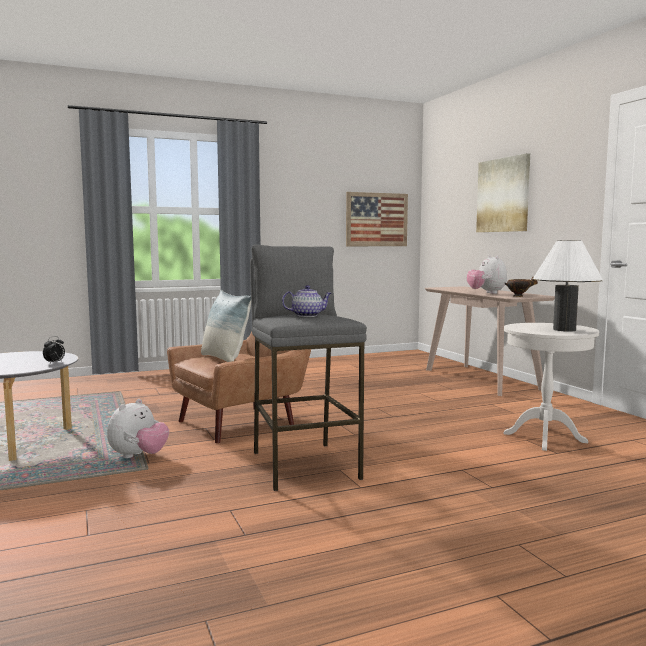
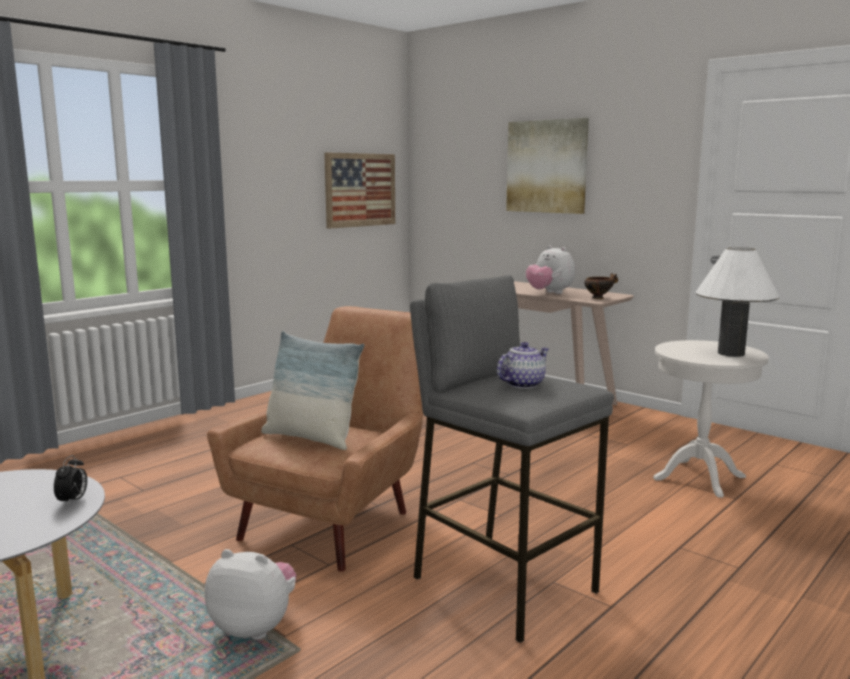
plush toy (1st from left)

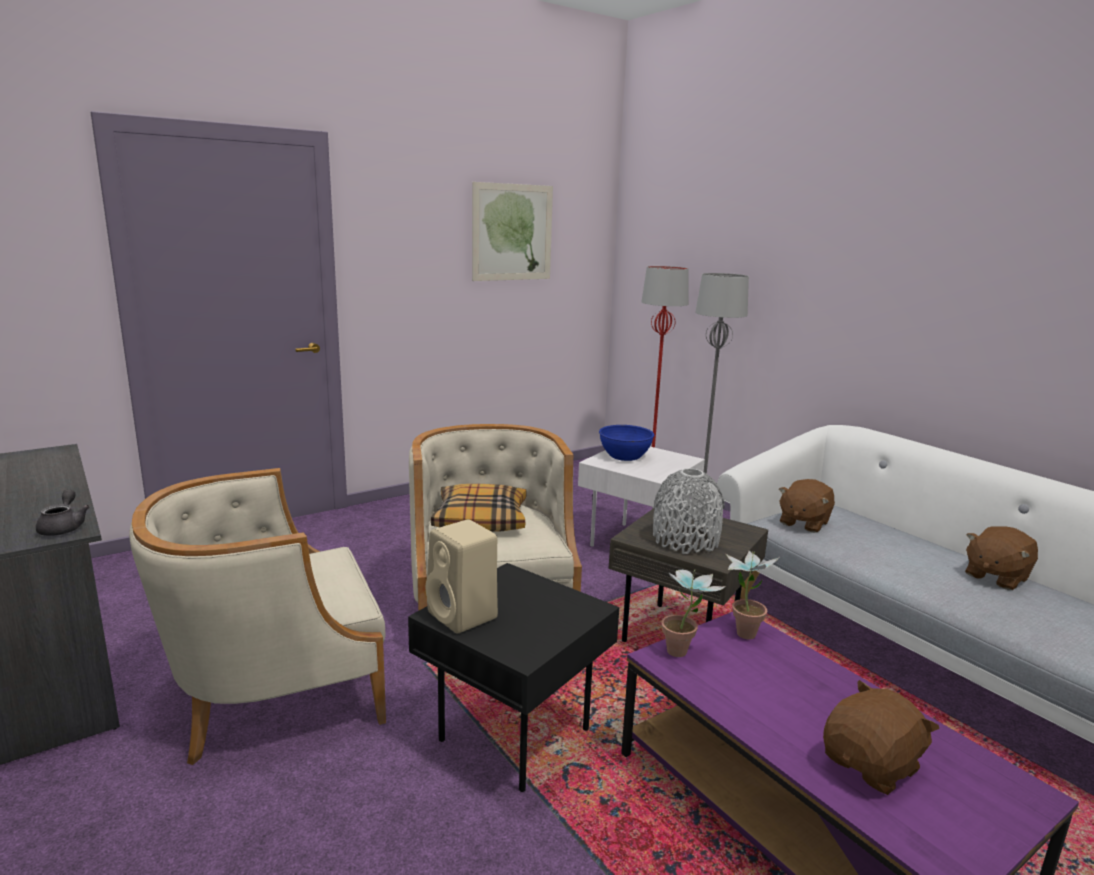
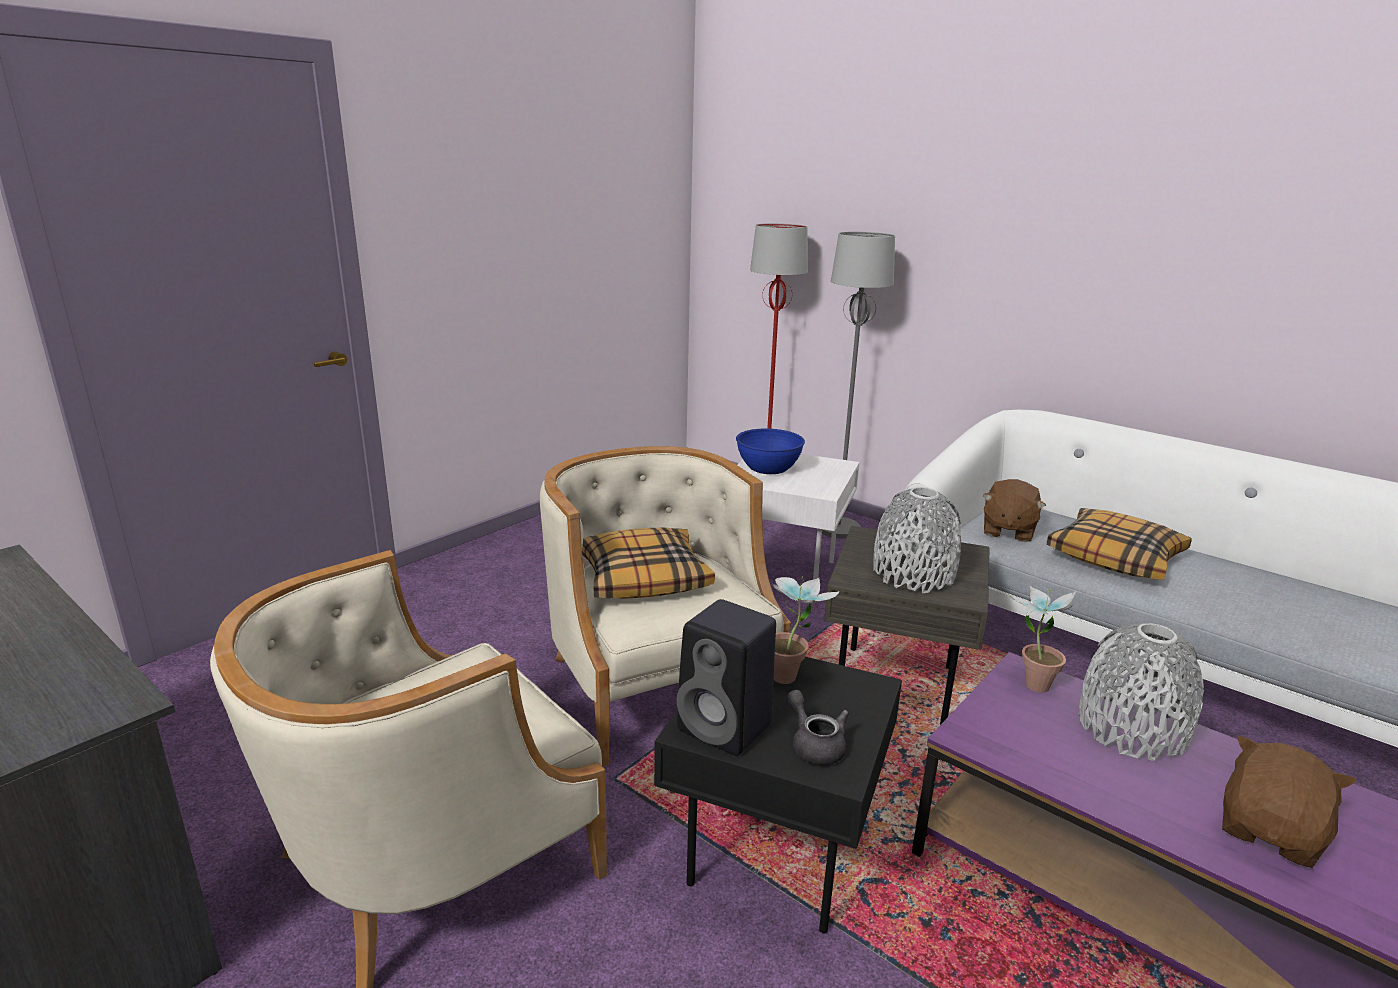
picture; teapot in grey; speaker in black; plush toy in brown (3rd from left in the first image); potted plant (1st from left); pillow (2nd from left); vase in grey (2nd from left)

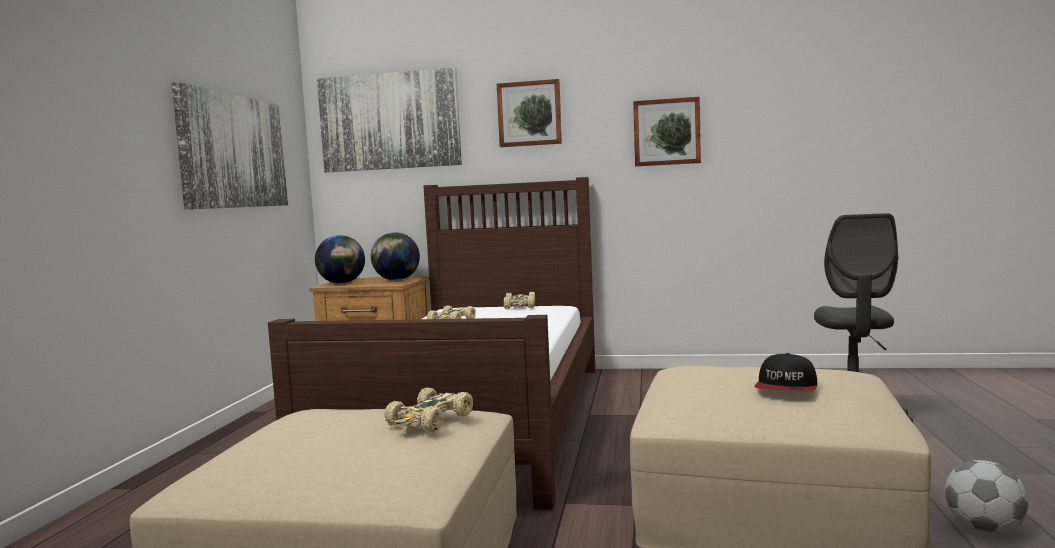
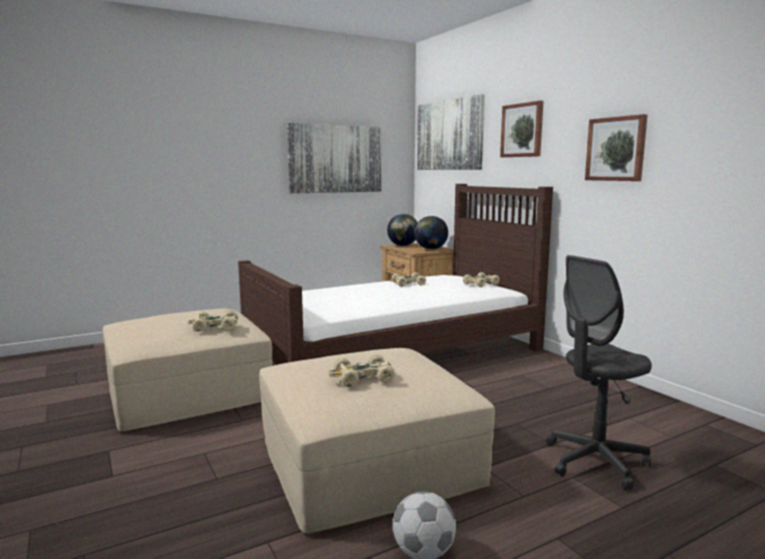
toy car in beige (2nd from left)

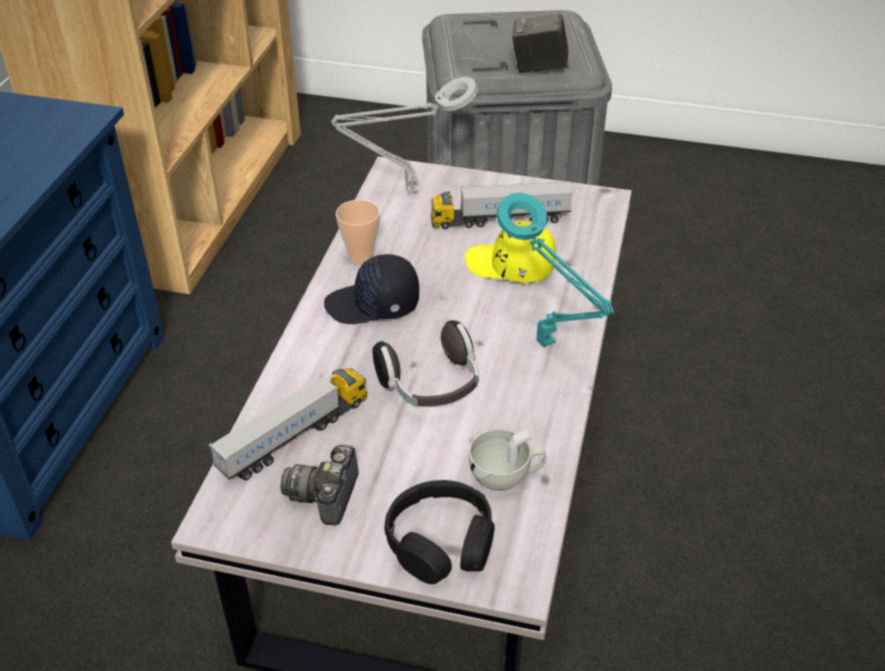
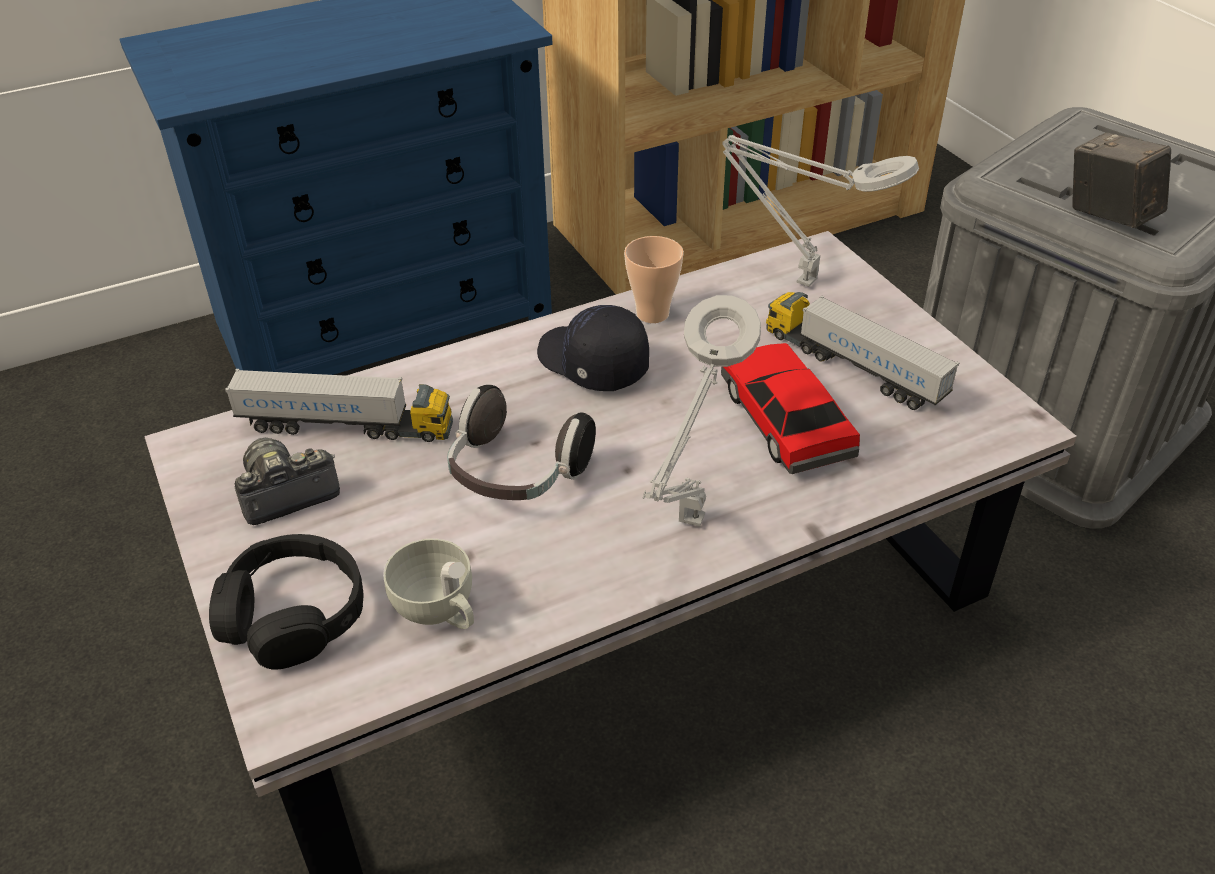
table lamp in grey (1st from left); toy car

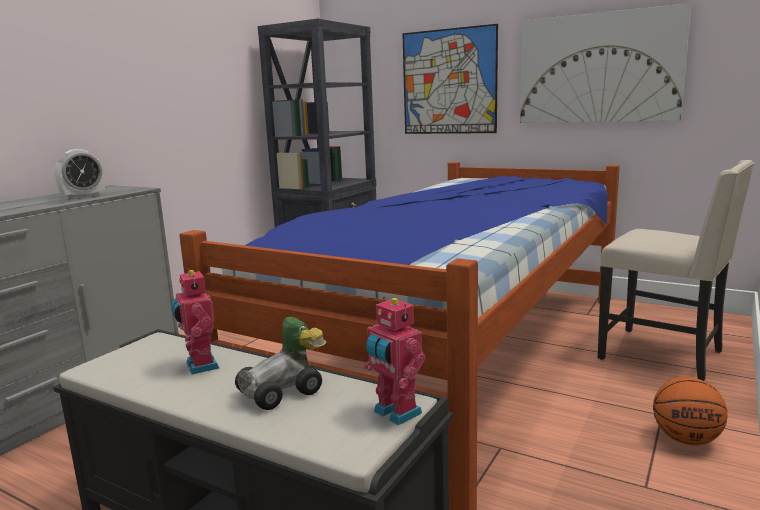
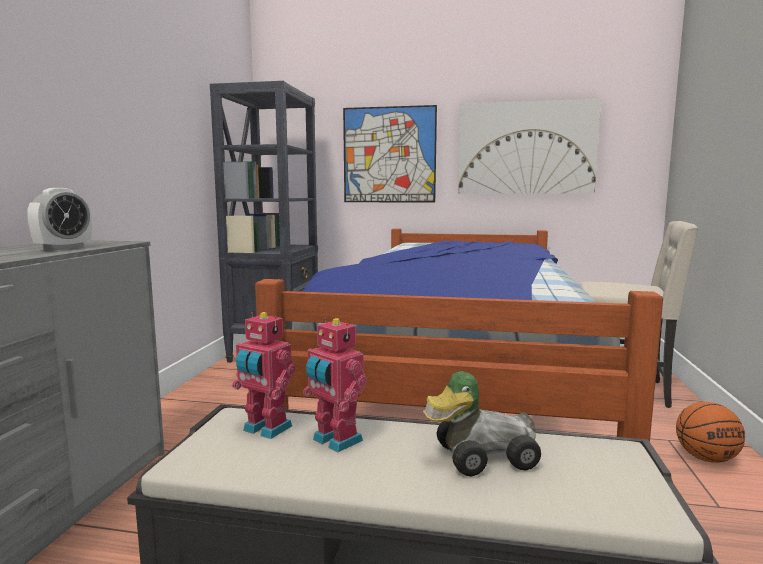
toy robot (1st from left); toy car

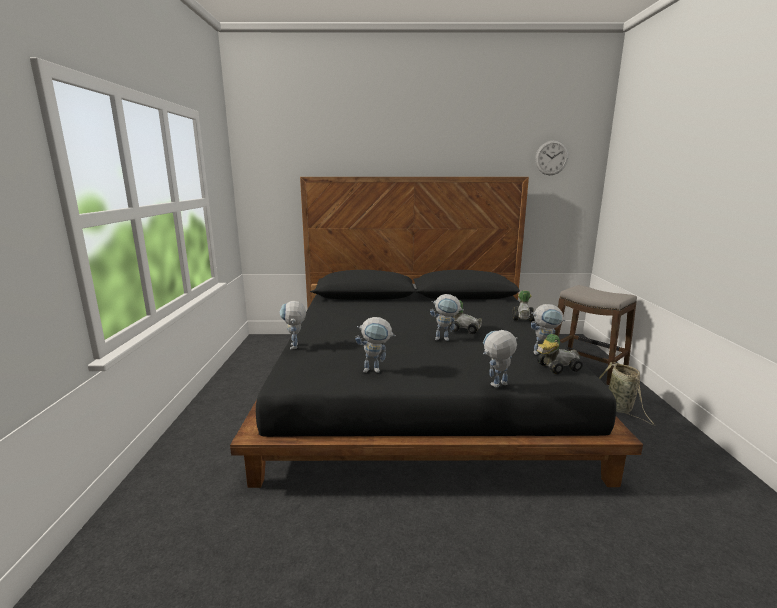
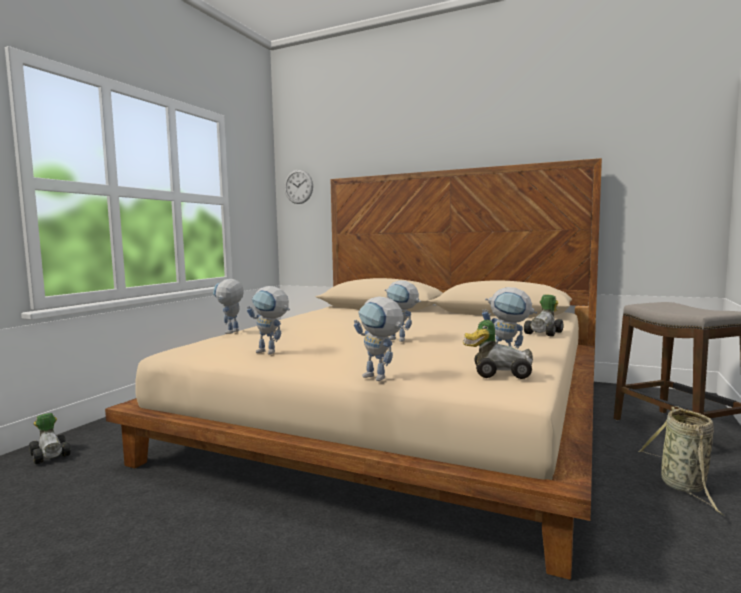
wall clock; bed in beige; toy car (1st from left); toy robot (3rd from left)

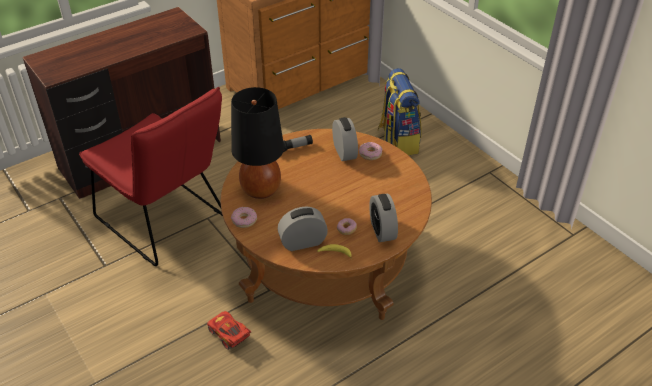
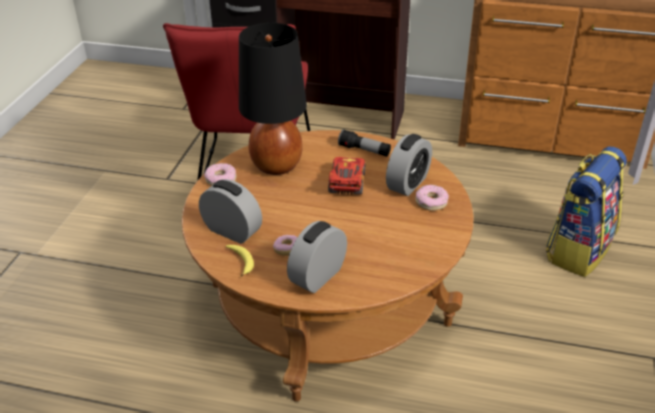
toy car in red

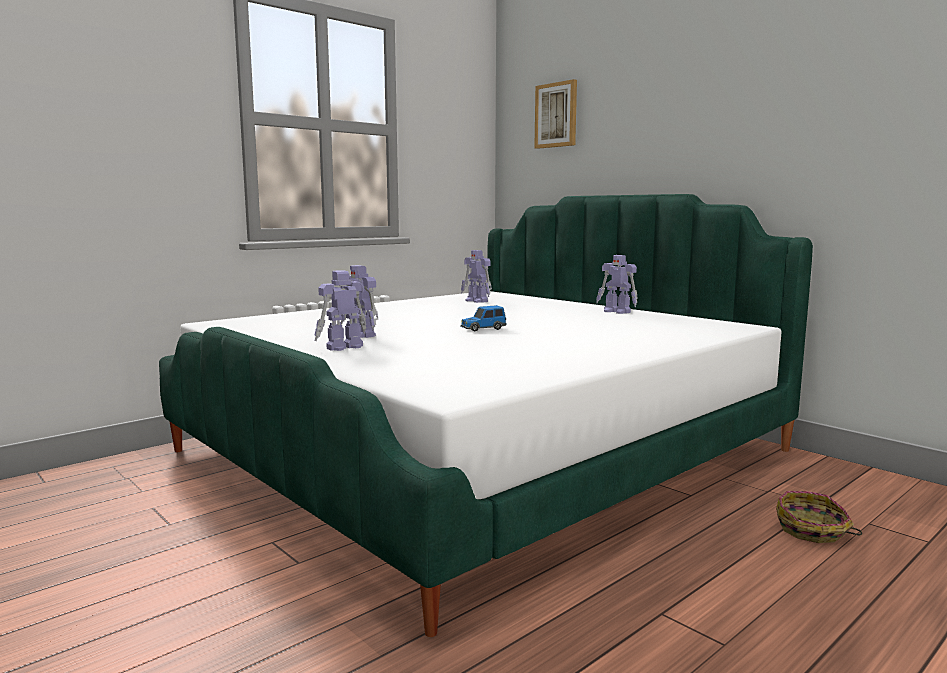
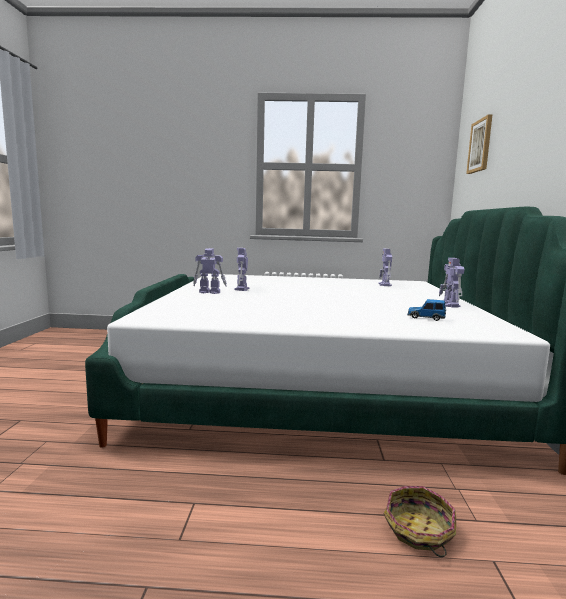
toy car

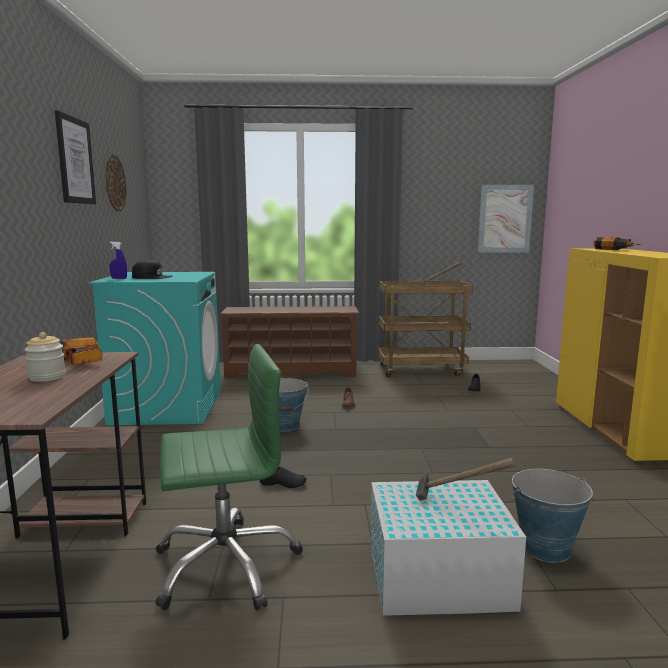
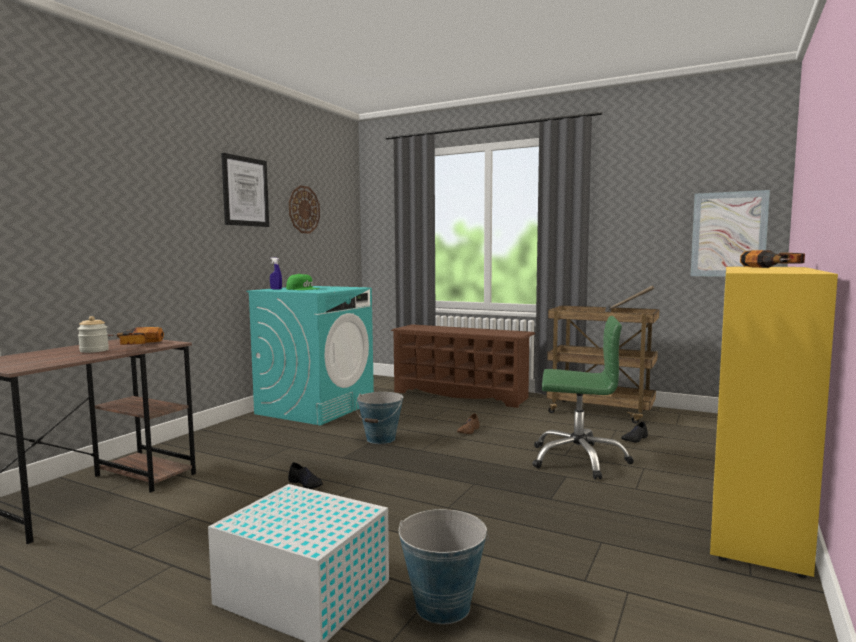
cap in green; office chair in green; hammer (2nd from left in the first image)

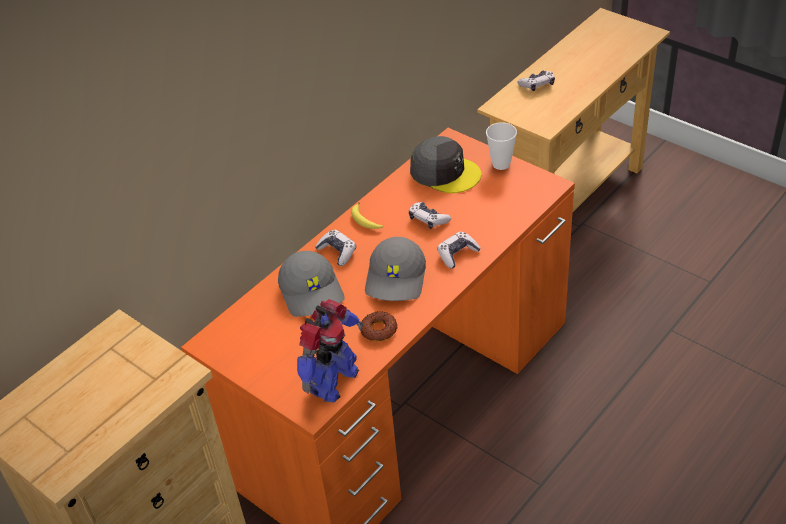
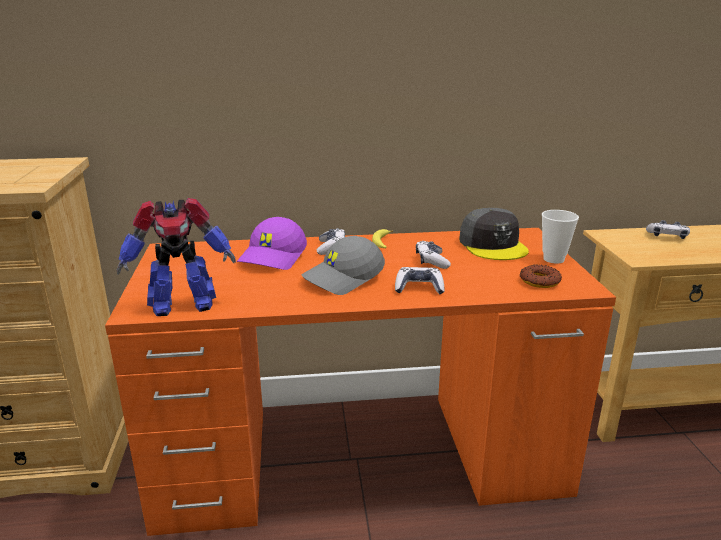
cap in purple; donut

